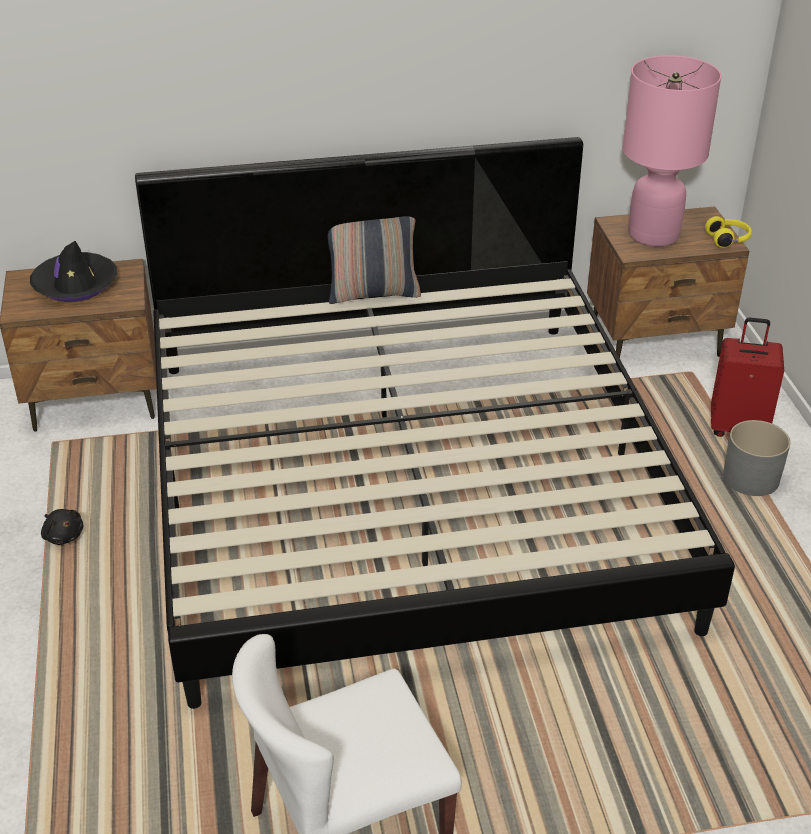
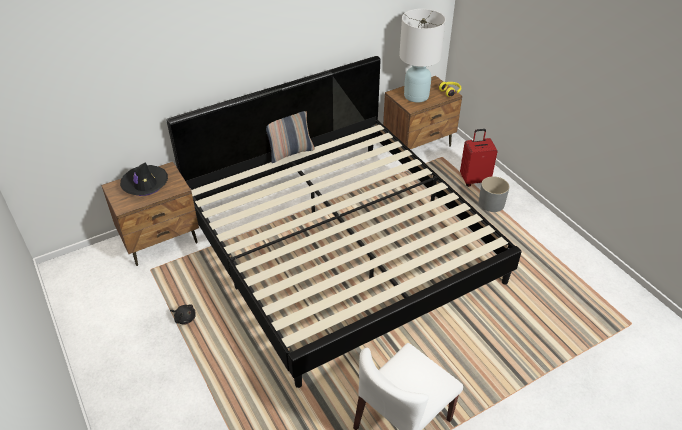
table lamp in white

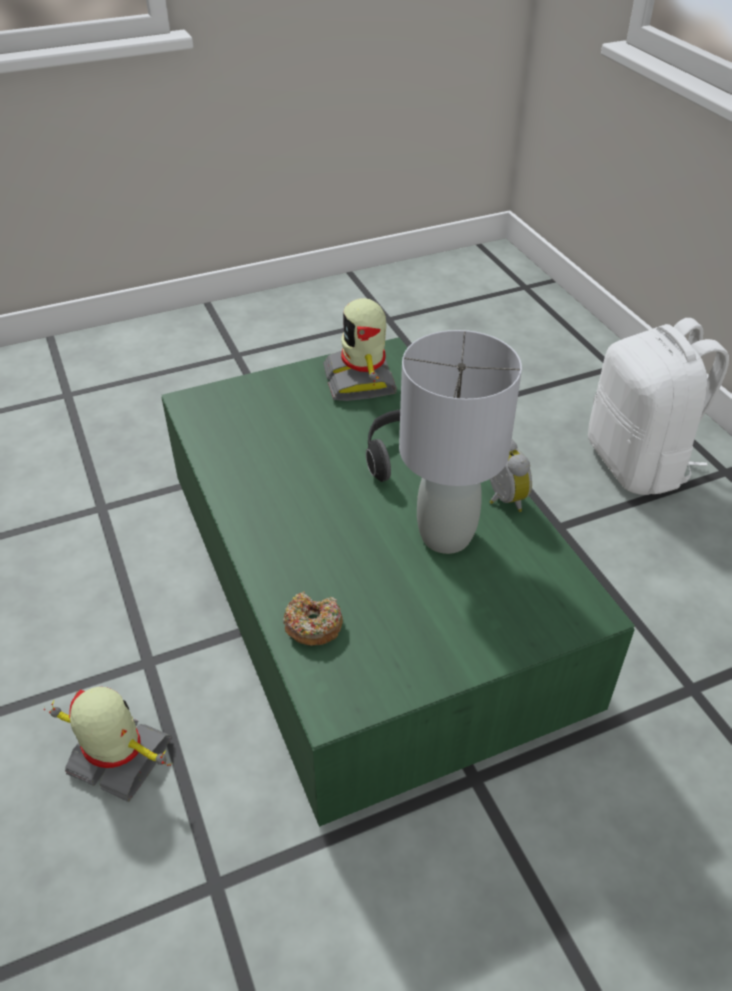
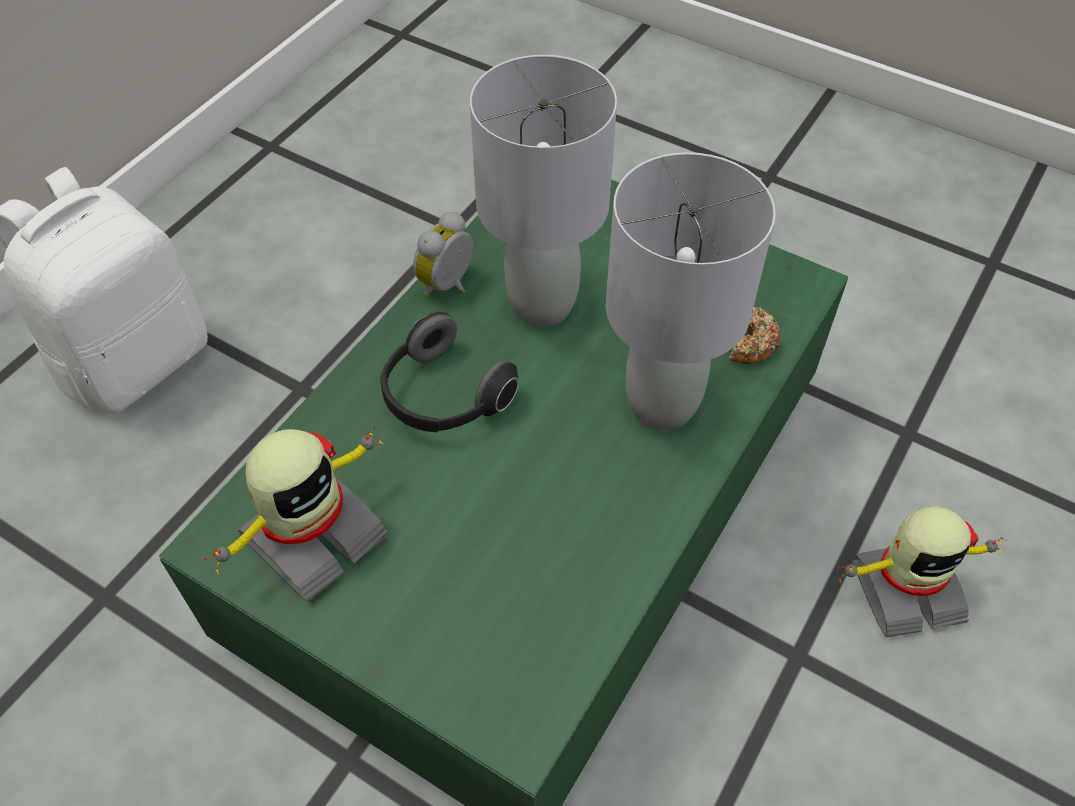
toy robot (2nd from left); table lamp in grey (2nd from left)

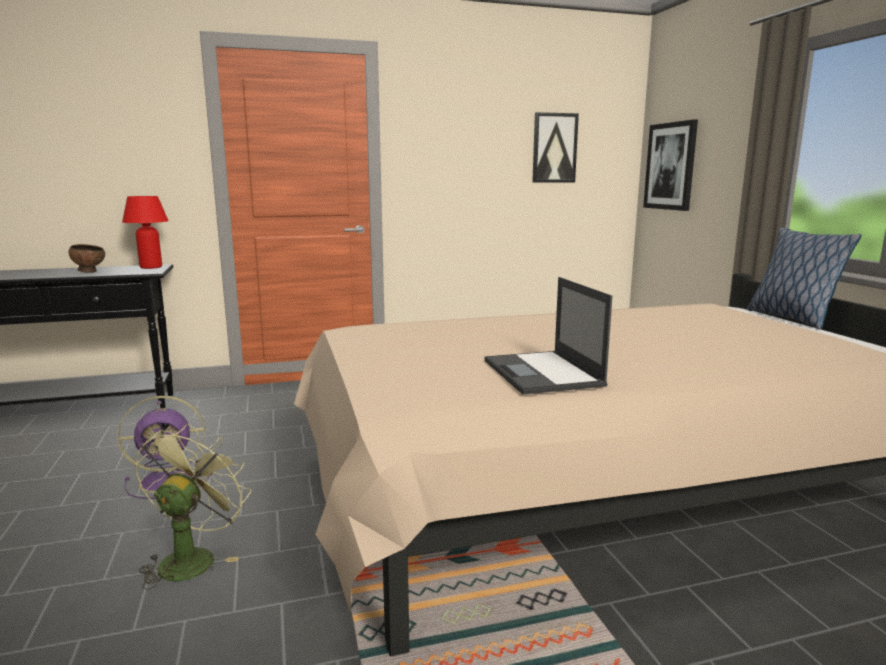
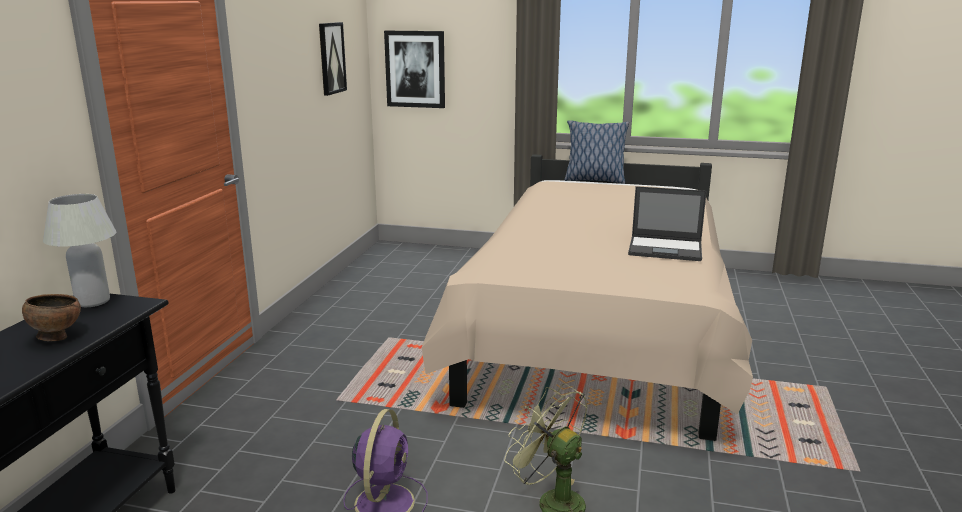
table lamp in white

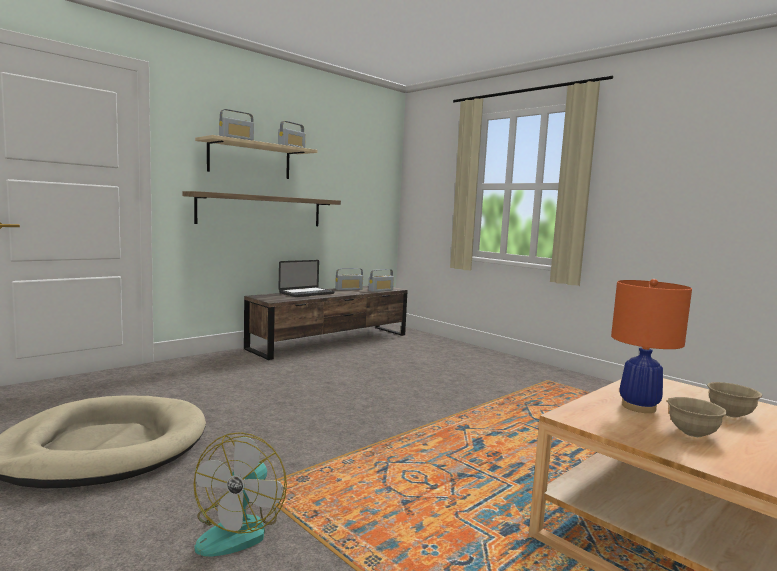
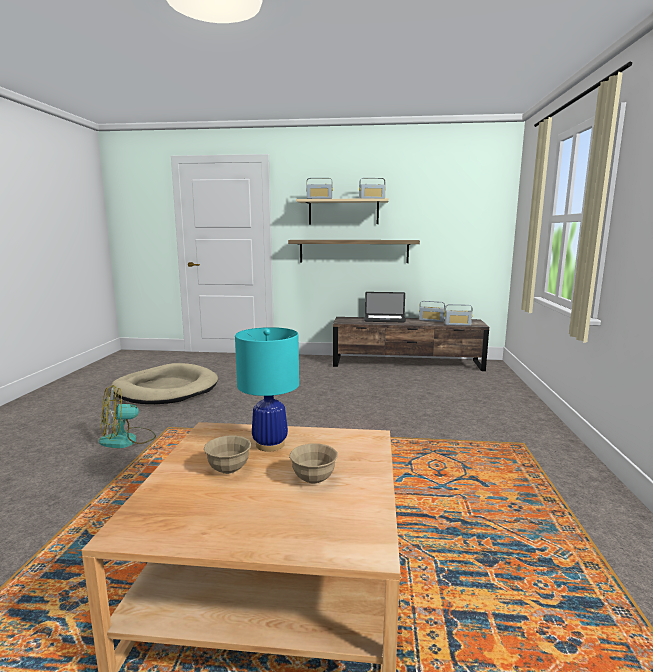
table lamp in turquoise

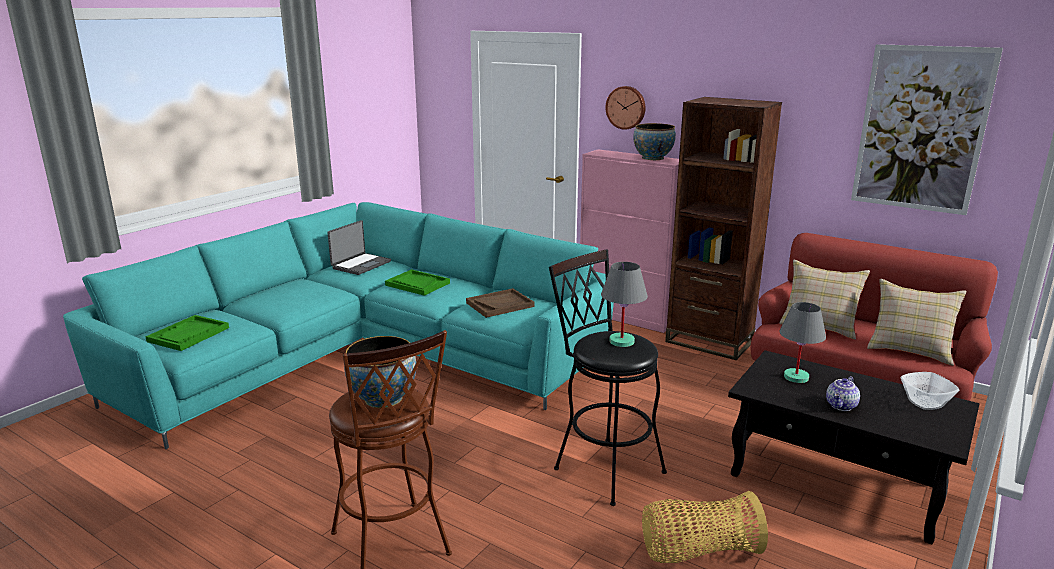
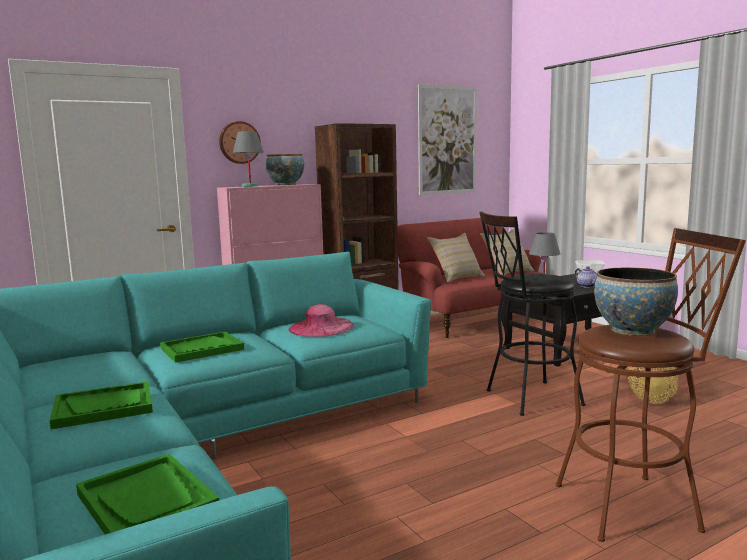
laptop; table lamp in grey (1st from left); hat in pink; tray in green (1st from left)

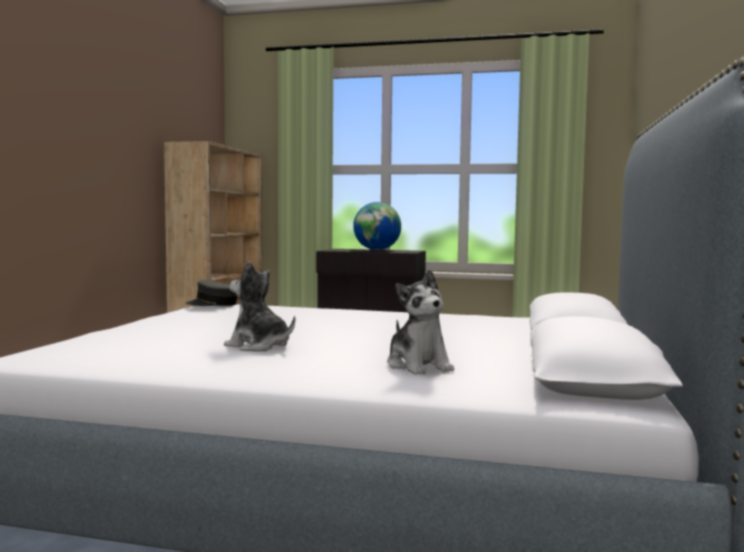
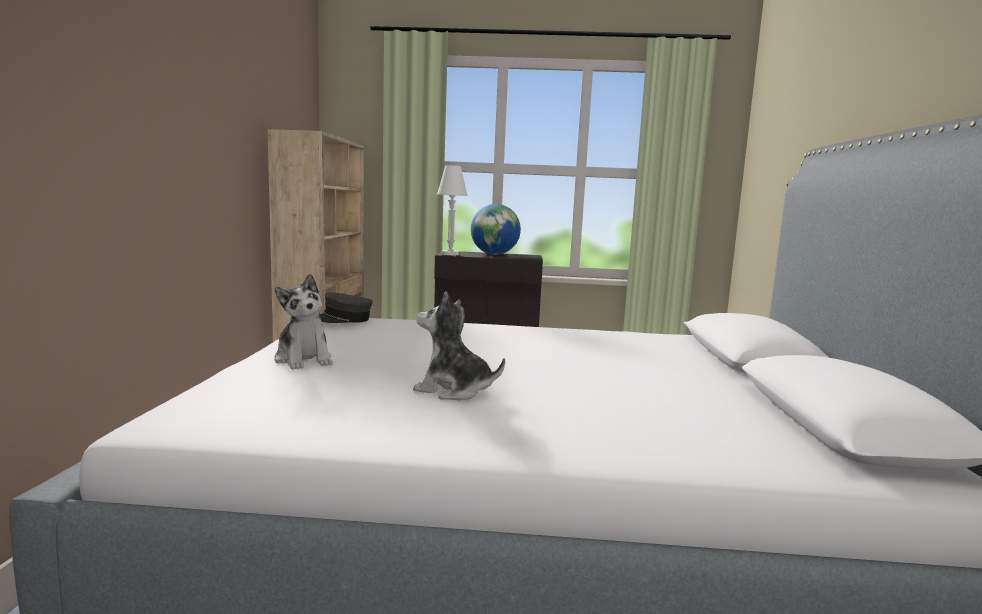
plush toy (1st from left); table lamp in white

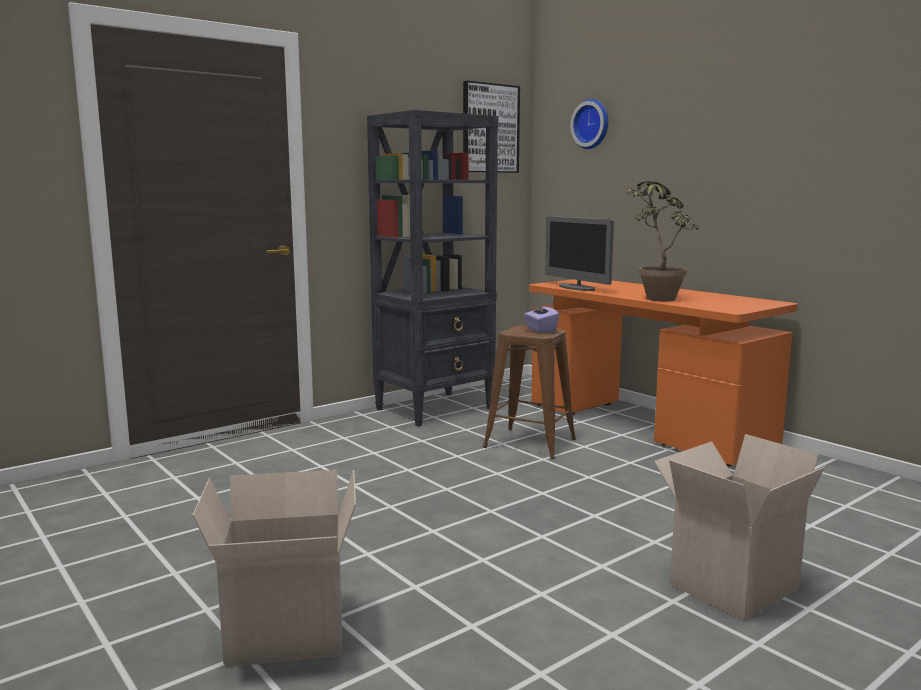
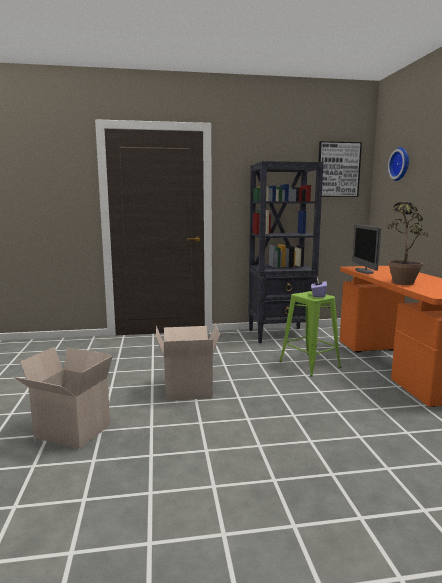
stool in green; cardboard box (2nd from left)

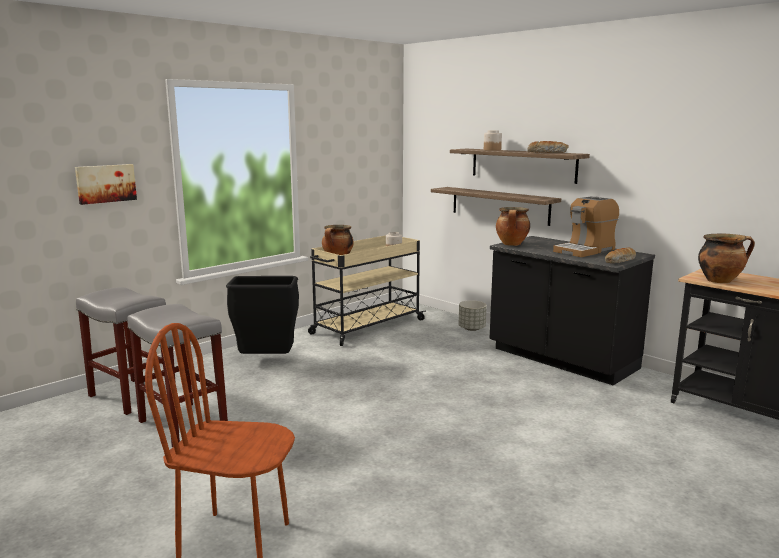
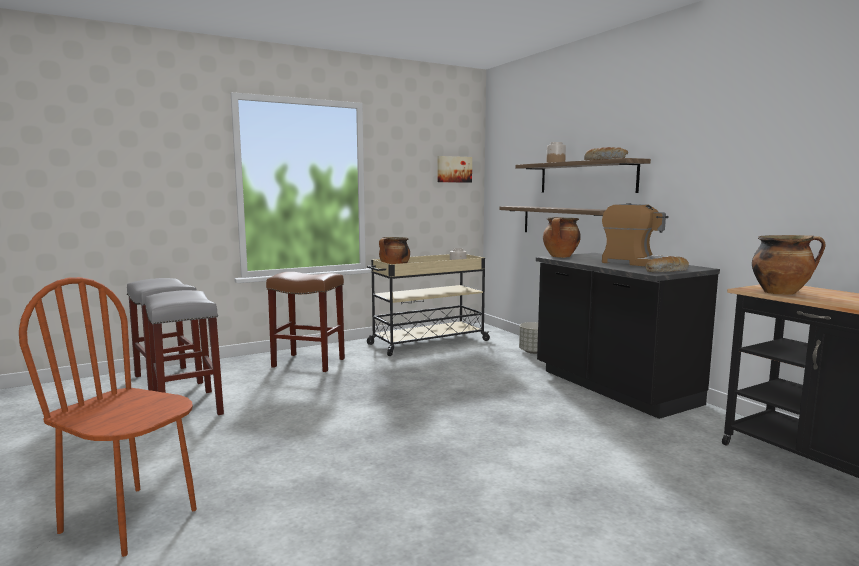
picture; coffee machine; stool in brown

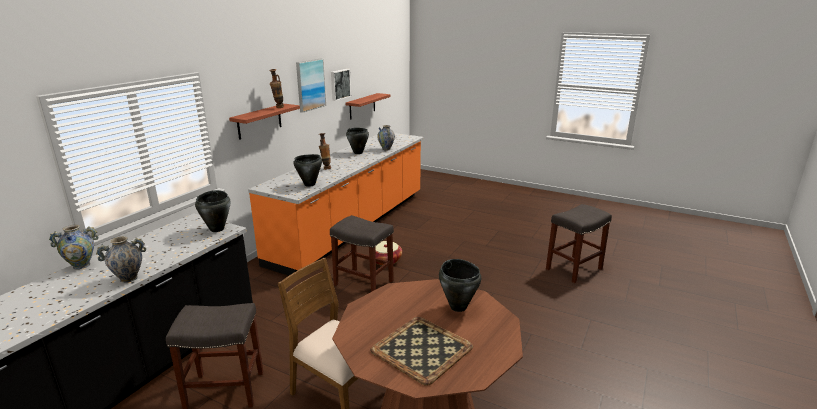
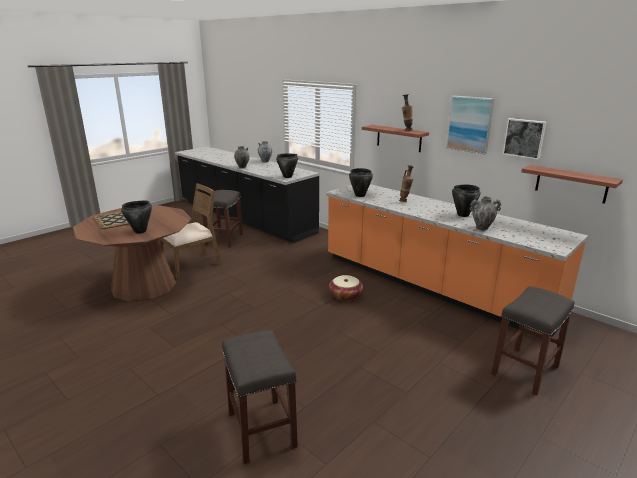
stool in grey (3rd from left)

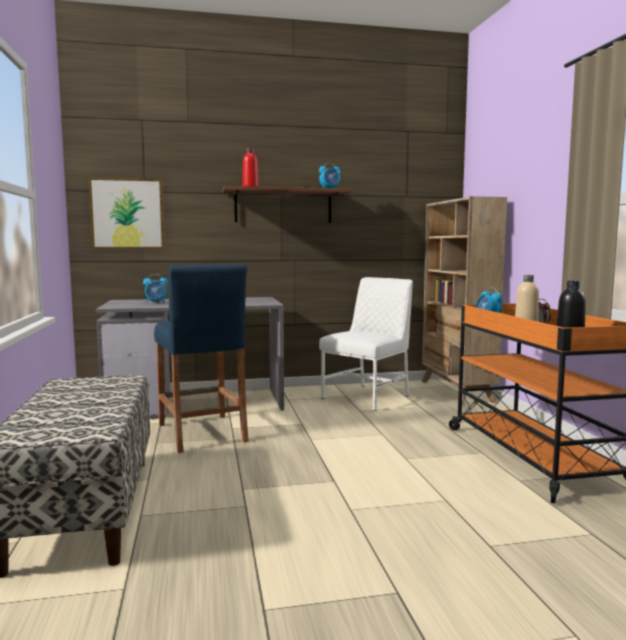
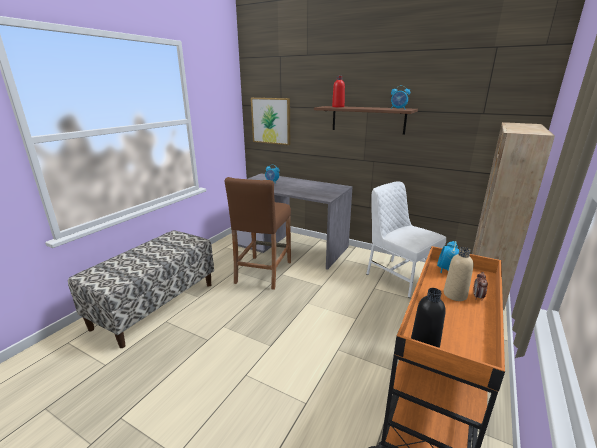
stool in brown; chair in white

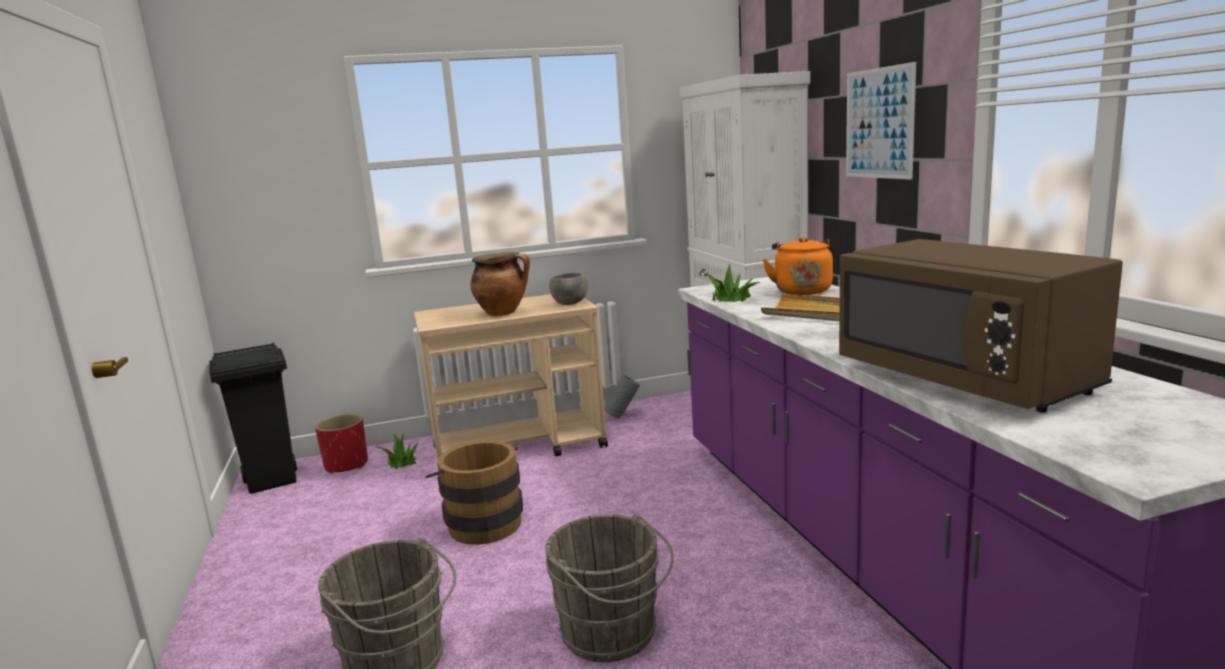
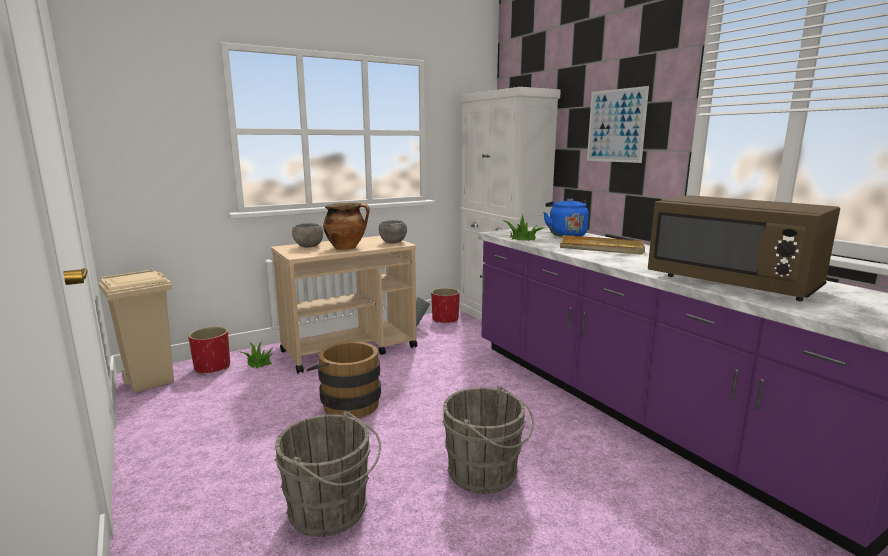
kettle in blue; trash can in beige; bowl in grey (1st from left); planter in red (2nd from left)

